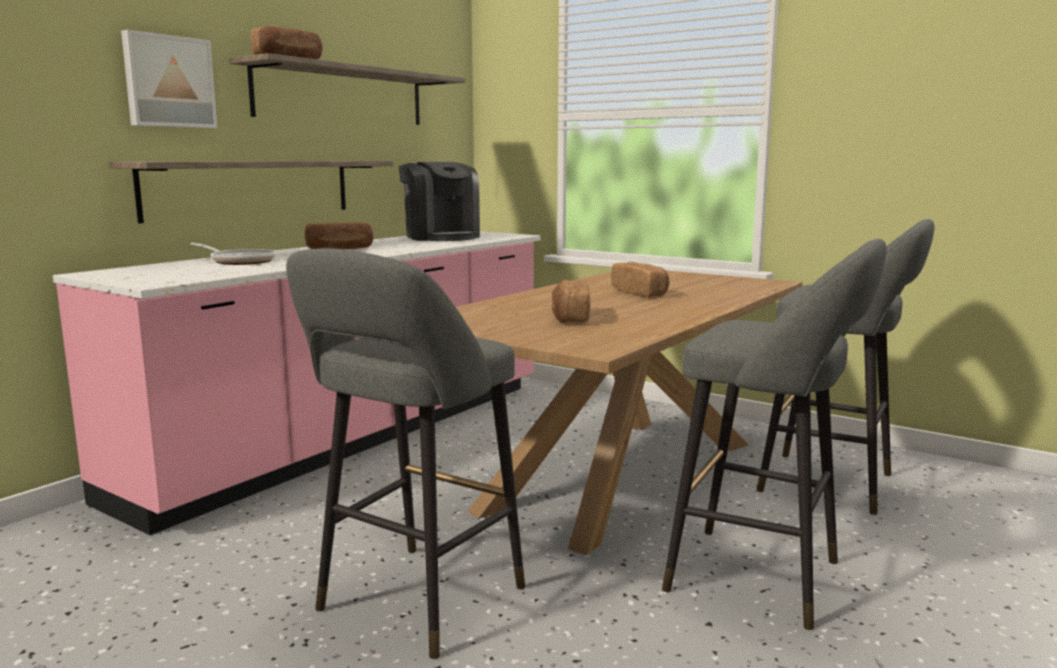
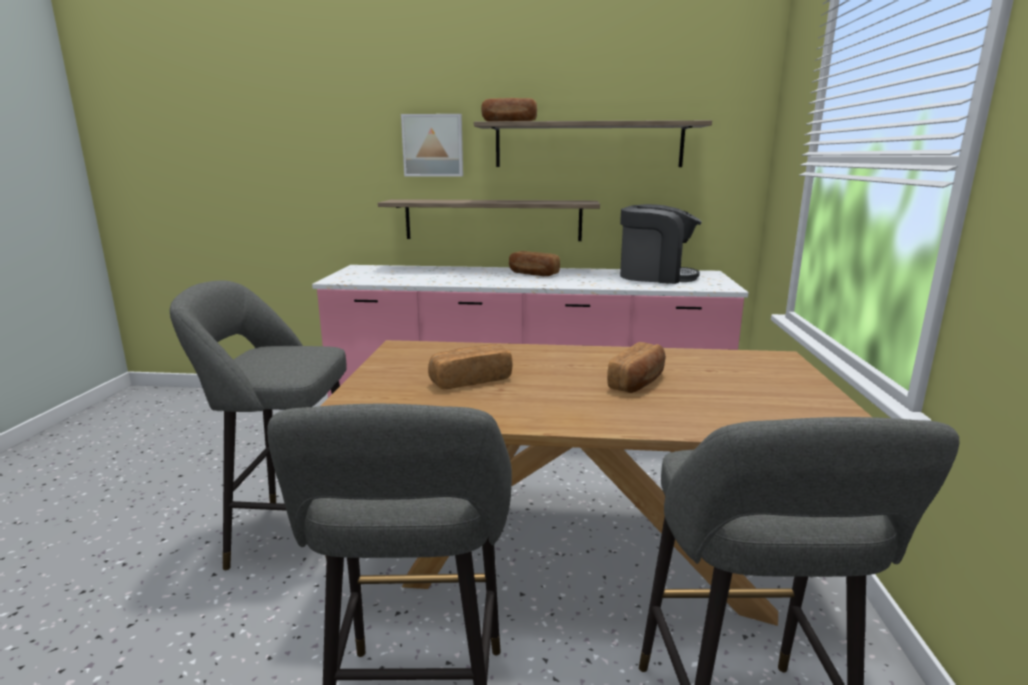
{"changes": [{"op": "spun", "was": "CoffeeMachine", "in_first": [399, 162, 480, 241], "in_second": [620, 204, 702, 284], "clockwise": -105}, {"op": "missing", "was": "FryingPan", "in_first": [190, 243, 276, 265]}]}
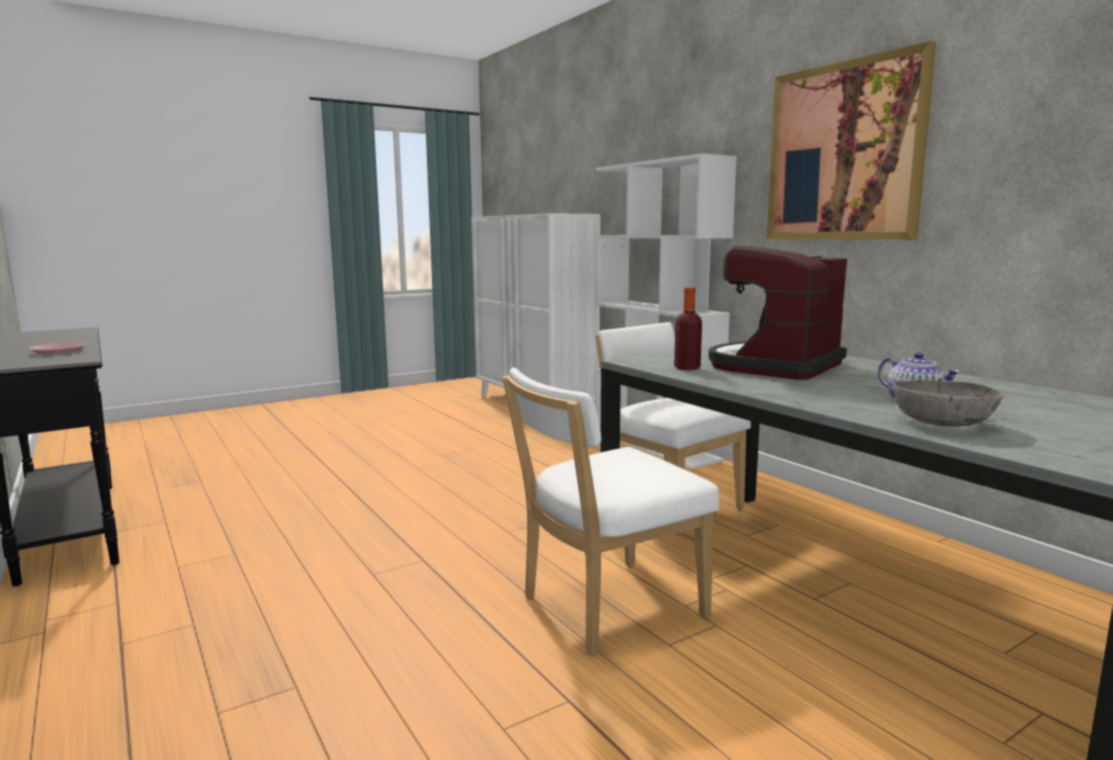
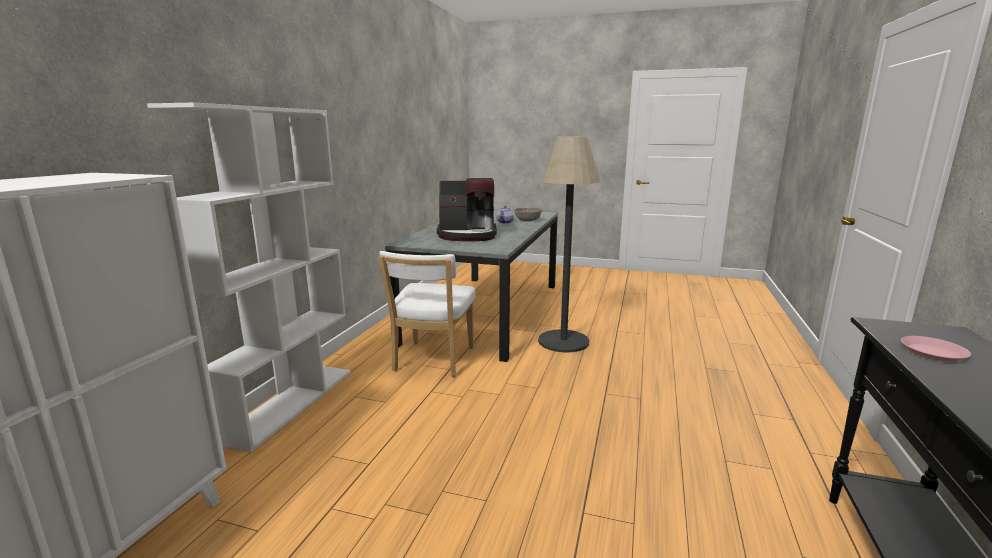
{"changes": [{"op": "missing", "was": "Picture", "in_first": [767, 41, 936, 240]}, {"op": "missing", "was": "Bottle", "in_first": [674, 287, 702, 370]}, {"op": "exchanged", "was": "WhiteChair", "now": "FloorLamp", "in_first": [502, 368, 720, 657], "in_second": [538, 136, 600, 353]}]}
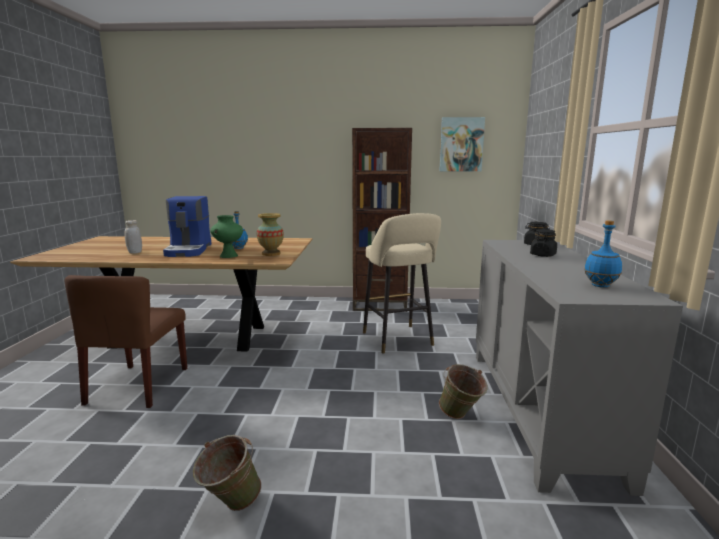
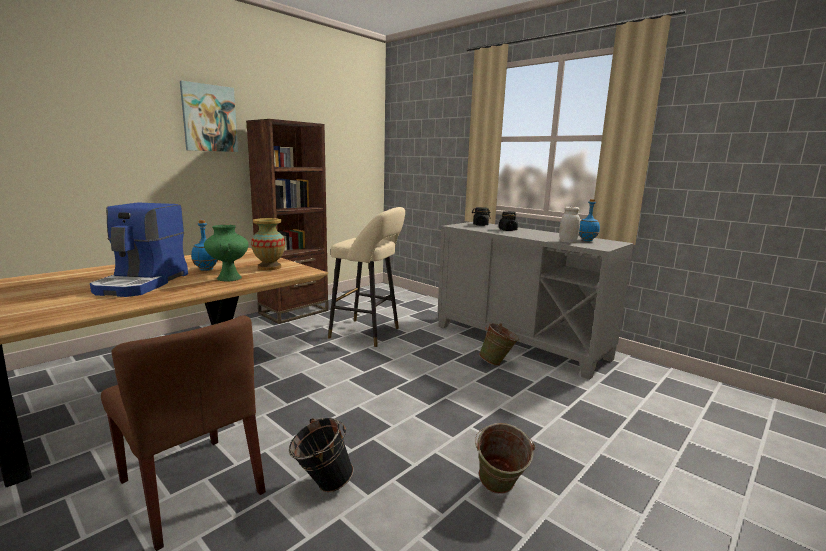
{"changes": [{"op": "relocated", "was": "Picture", "in_first": [439, 117, 485, 171], "in_second": [180, 81, 238, 152]}, {"op": "spun", "was": "CoffeeMachine", "in_first": [163, 196, 211, 257], "in_second": [90, 202, 188, 297], "clockwise": 60}, {"op": "relocated", "was": "WhiteJar", "in_first": [125, 220, 142, 254], "in_second": [559, 207, 580, 243]}, {"op": "appeared", "now": "BlackBucket", "in_second": [289, 418, 354, 492]}]}
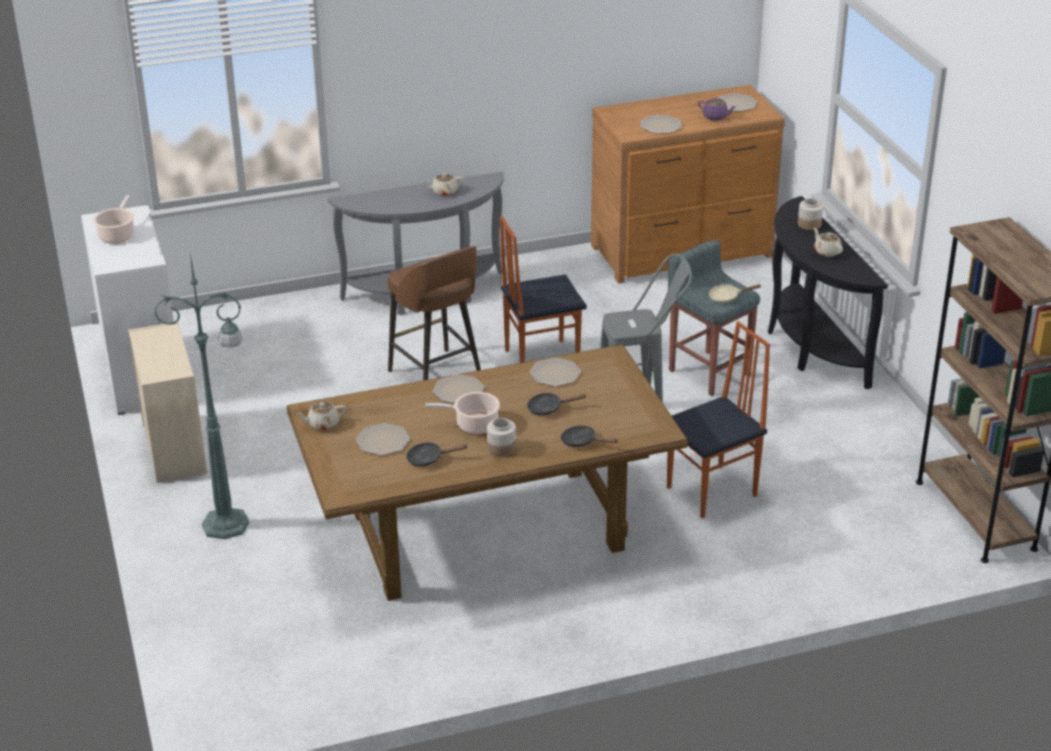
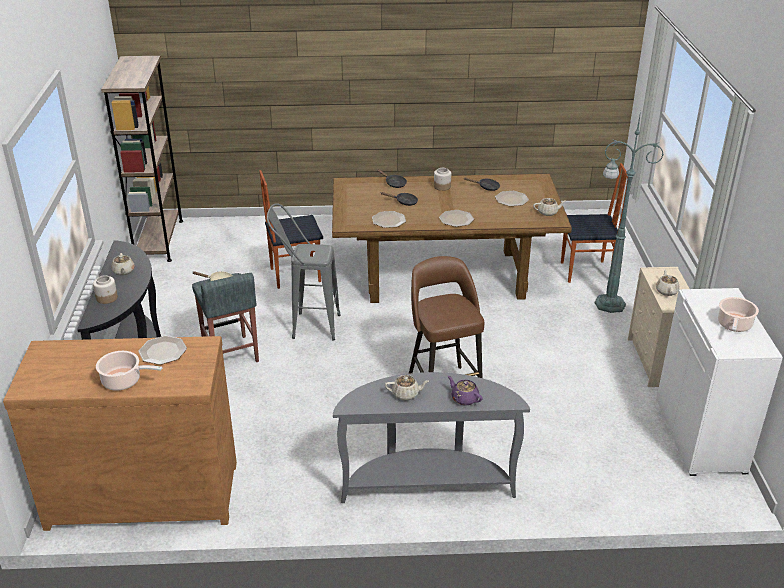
{"changes": [{"op": "missing", "was": "Plate", "in_first": [718, 93, 758, 112]}, {"op": "relocated", "was": "PurpleTeapot", "in_first": [698, 98, 736, 121], "in_second": [448, 375, 483, 405]}, {"op": "relocated", "was": "Chair", "in_first": [500, 216, 587, 363], "in_second": [561, 163, 628, 283]}, {"op": "relocated", "was": "CookingPot", "in_first": [426, 392, 500, 434], "in_second": [96, 351, 162, 391]}, {"op": "appeared", "now": "BeigeTeapot", "in_second": [656, 269, 680, 296]}]}
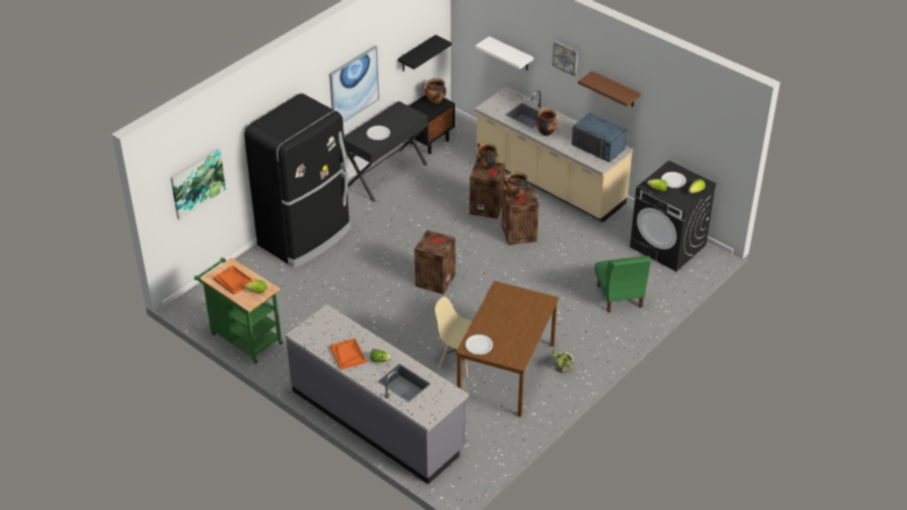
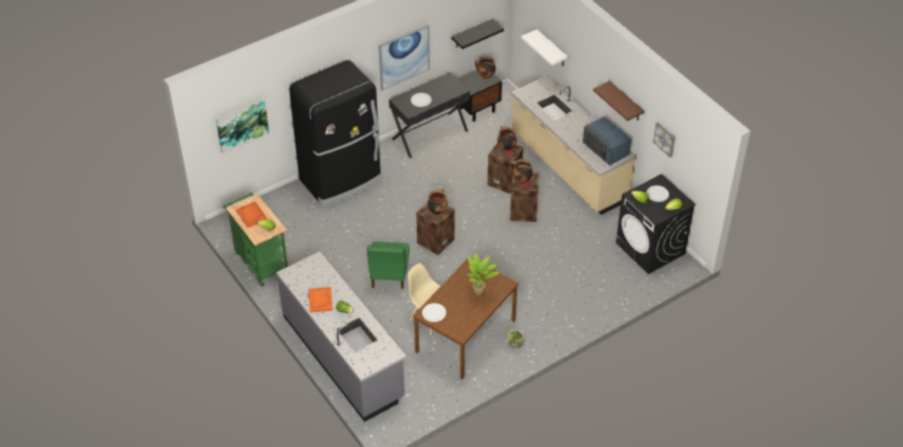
{"changes": [{"op": "relocated", "was": "Picture", "in_first": [552, 41, 578, 76], "in_second": [653, 122, 676, 157]}, {"op": "relocated", "was": "CookingPot", "in_first": [536, 107, 558, 136], "in_second": [427, 188, 448, 215]}, {"op": "relocated", "was": "GreenChair", "in_first": [595, 256, 651, 313], "in_second": [367, 242, 410, 289]}, {"op": "appeared", "now": "PottedPlant", "in_second": [467, 253, 500, 296]}]}
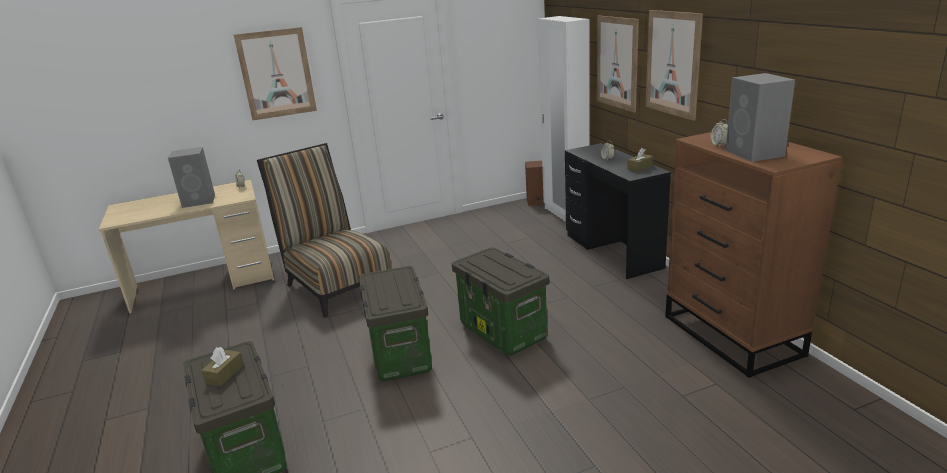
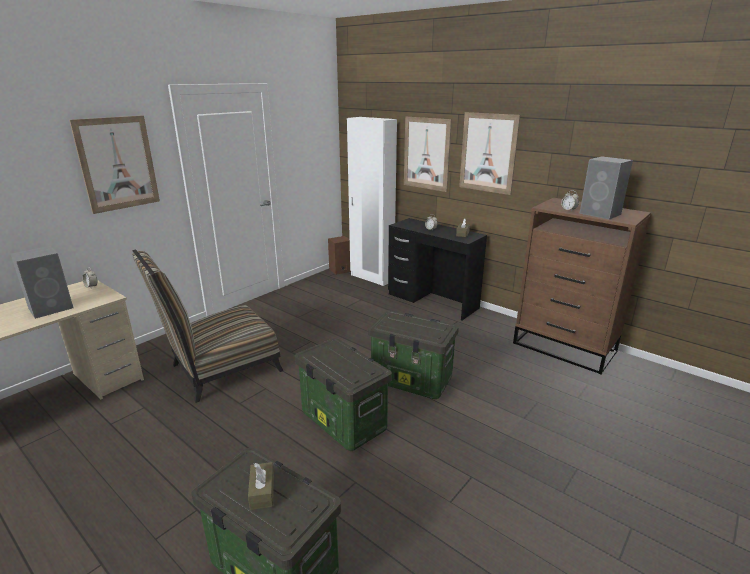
{"changes": [{"op": "spun", "was": "Chair", "in_first": [257, 143, 392, 318], "in_second": [132, 249, 284, 403], "clockwise": -60}]}
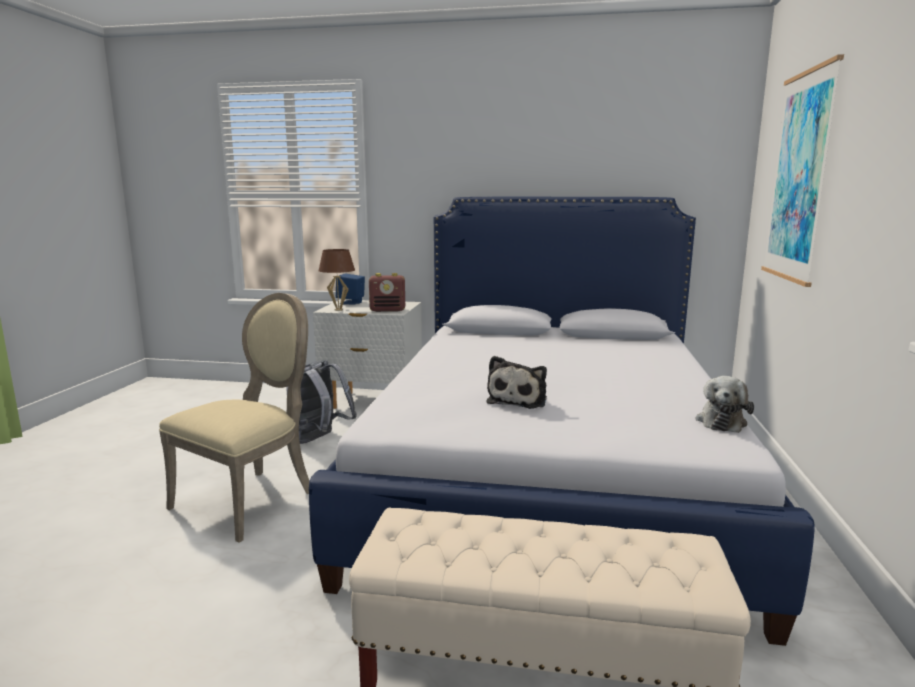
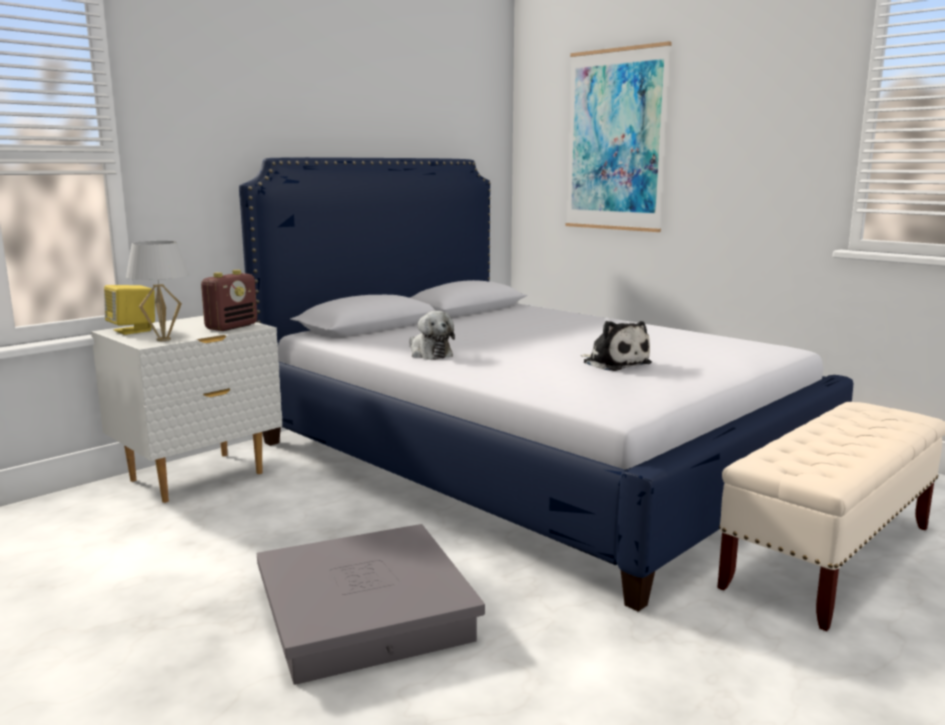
{"changes": [{"op": "colour", "was": "BrownTableLamp", "now": "WhiteTableLamp", "in_first": [319, 249, 355, 311], "in_second": [126, 241, 189, 341]}, {"op": "colour", "was": "BlueSpeaker", "now": "YellowSpeaker", "in_first": [336, 274, 365, 305], "in_second": [104, 285, 155, 335]}, {"op": "exchanged", "was": "BeigeChair", "now": "GreyStorageBox", "in_first": [159, 293, 309, 543], "in_second": [257, 524, 485, 685]}, {"op": "missing", "was": "GreyBackpack", "in_first": [286, 360, 357, 444]}, {"op": "relocated", "was": "PlushToy", "in_first": [696, 376, 754, 433], "in_second": [409, 311, 455, 360]}]}
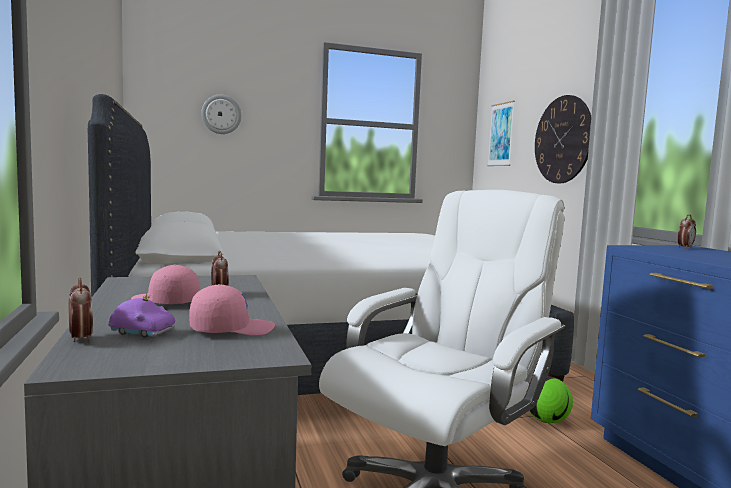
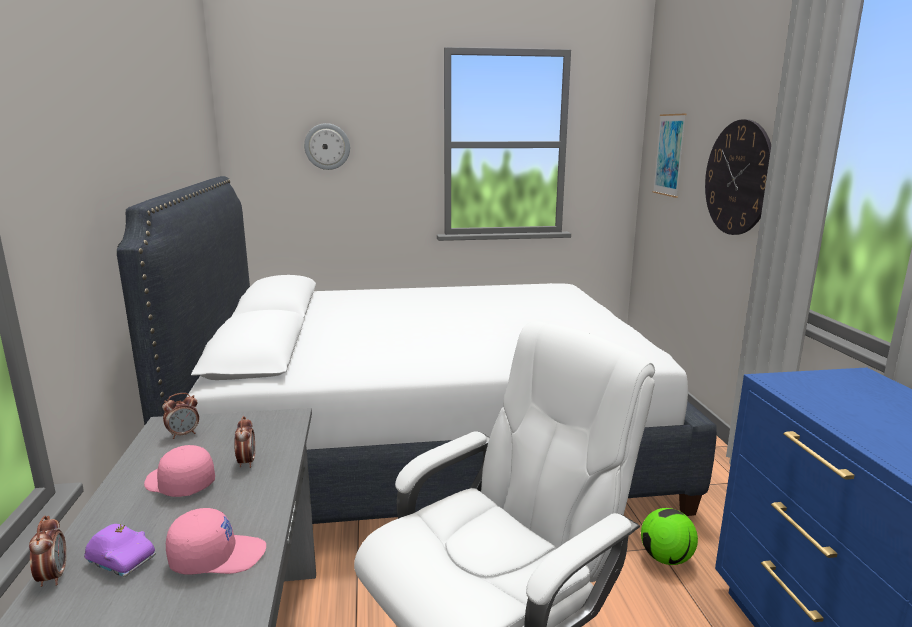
{"changes": [{"op": "relocated", "was": "AlarmClock", "in_first": [678, 214, 696, 249], "in_second": [163, 393, 199, 439]}]}
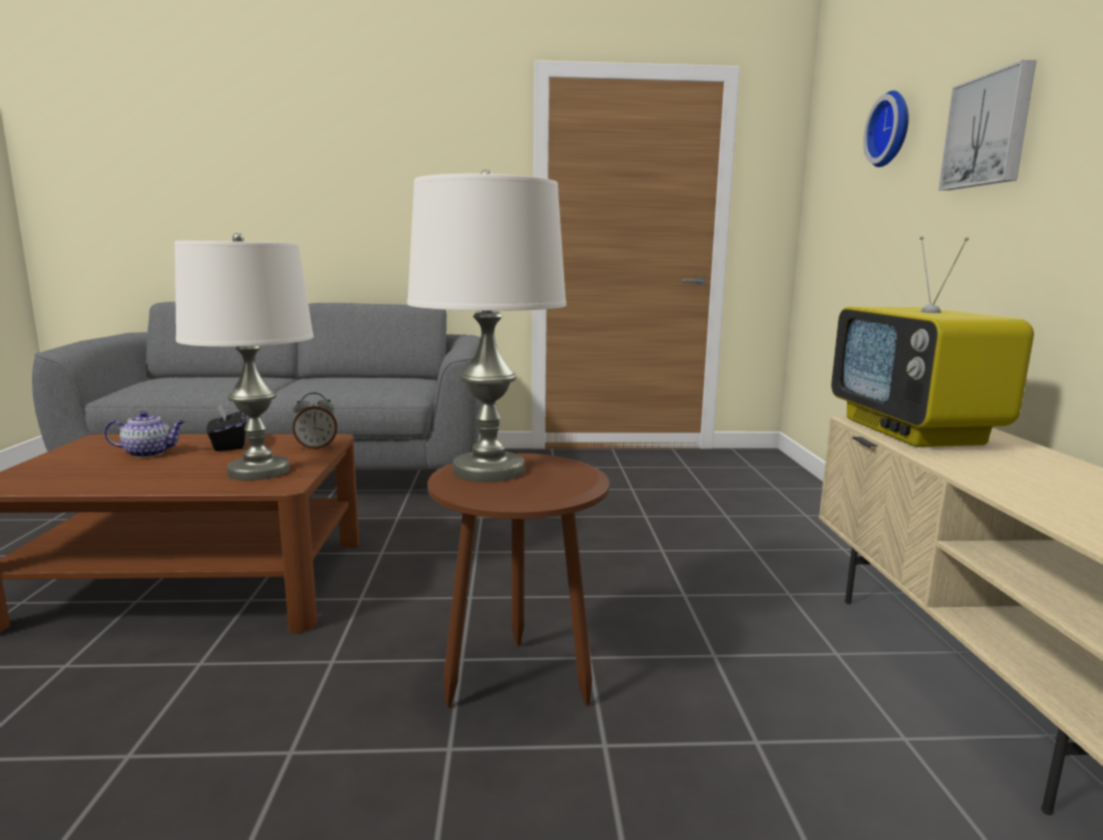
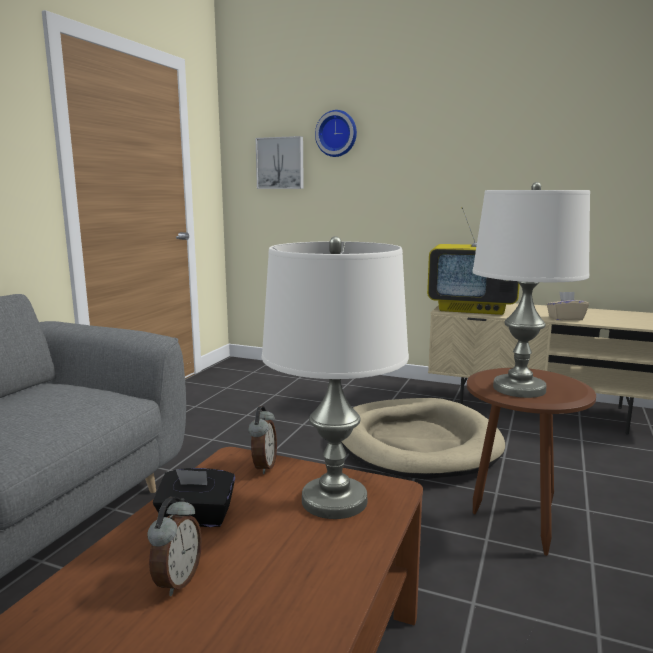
{"changes": [{"op": "relocated", "was": "Picture", "in_first": [938, 60, 1037, 190], "in_second": [256, 136, 304, 189]}, {"op": "exchanged", "was": "Teapot", "now": "AlarmClock", "in_first": [104, 411, 185, 458], "in_second": [147, 497, 202, 596]}, {"op": "appeared", "now": "BeigeTissueBox", "in_second": [546, 292, 589, 321]}, {"op": "appeared", "now": "BeigeDogBed", "in_second": [341, 398, 505, 479]}]}
